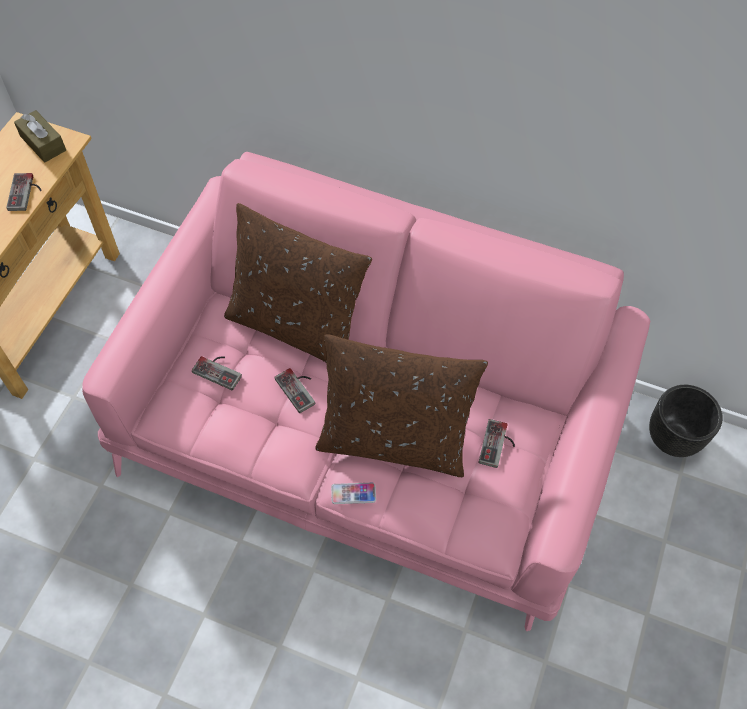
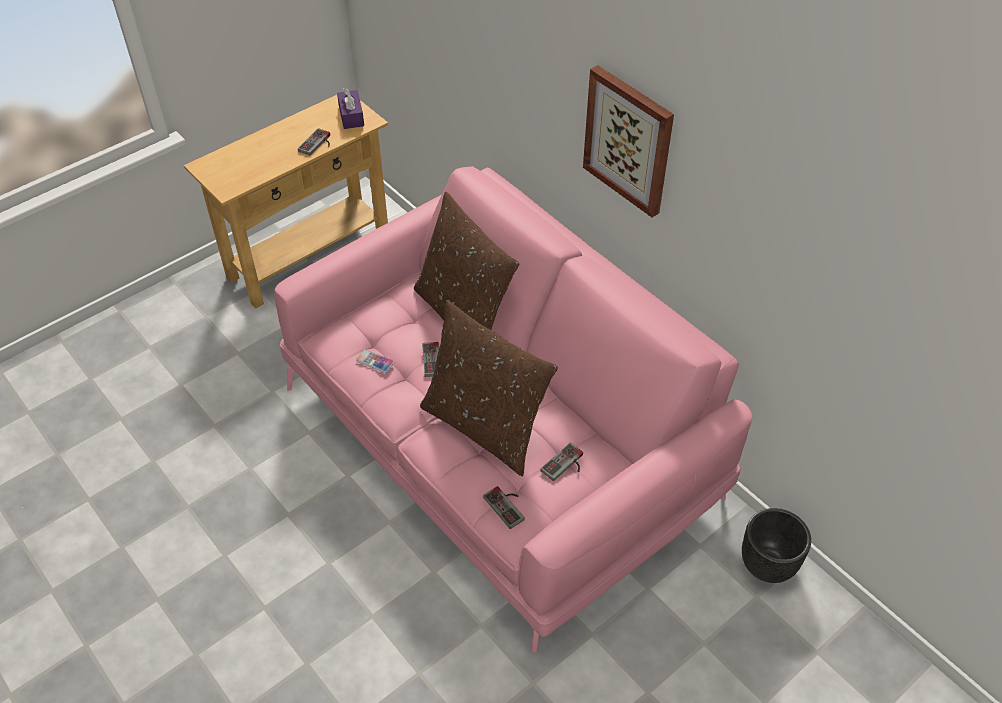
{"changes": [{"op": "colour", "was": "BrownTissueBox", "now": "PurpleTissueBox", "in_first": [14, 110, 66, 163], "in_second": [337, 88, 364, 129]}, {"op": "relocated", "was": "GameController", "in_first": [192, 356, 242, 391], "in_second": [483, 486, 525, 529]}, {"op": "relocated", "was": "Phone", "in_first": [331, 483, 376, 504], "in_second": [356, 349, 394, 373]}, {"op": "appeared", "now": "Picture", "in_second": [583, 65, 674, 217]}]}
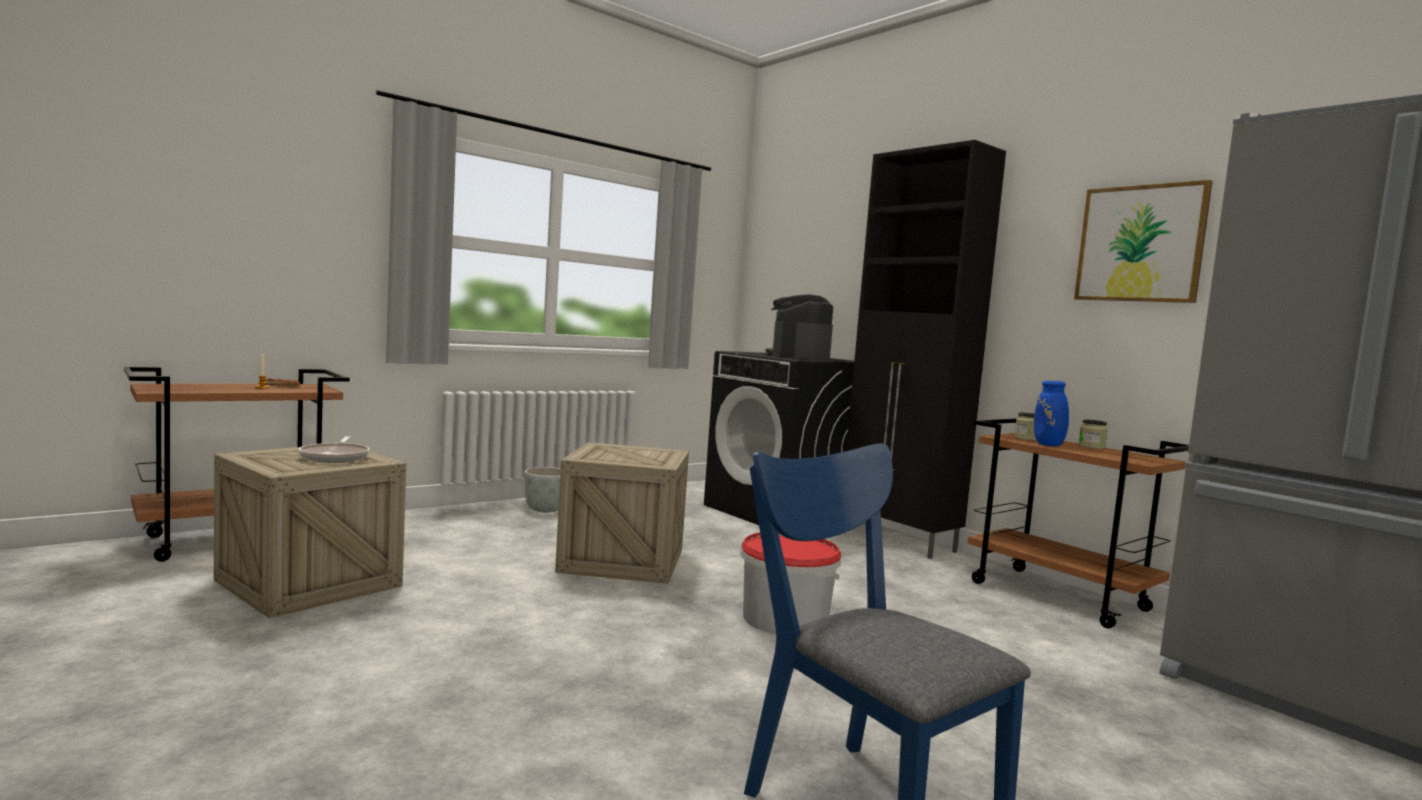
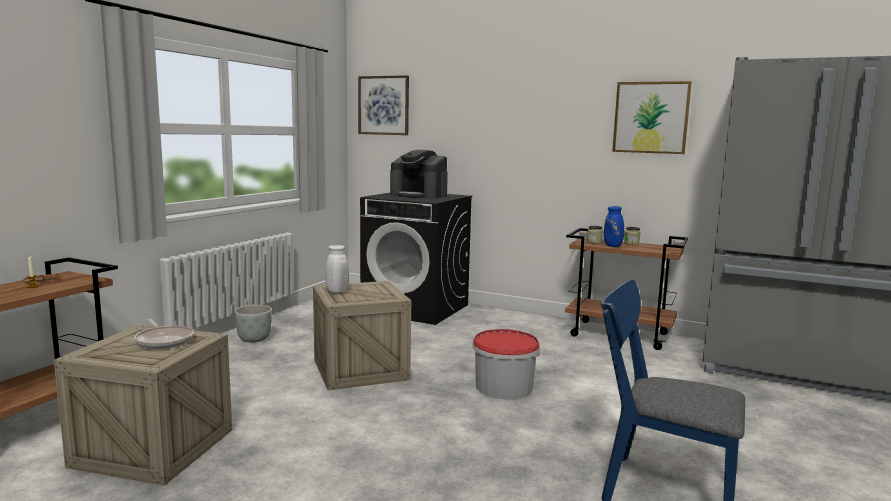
{"changes": [{"op": "missing", "was": "BlackCabinet", "in_first": [846, 140, 1006, 559]}, {"op": "spun", "was": "CoffeeMachine", "in_first": [765, 294, 833, 360], "in_second": [390, 150, 448, 199], "clockwise": -45}, {"op": "appeared", "now": "Picture", "in_second": [358, 75, 409, 135]}, {"op": "appeared", "now": "WhiteVase", "in_second": [325, 245, 349, 293]}]}
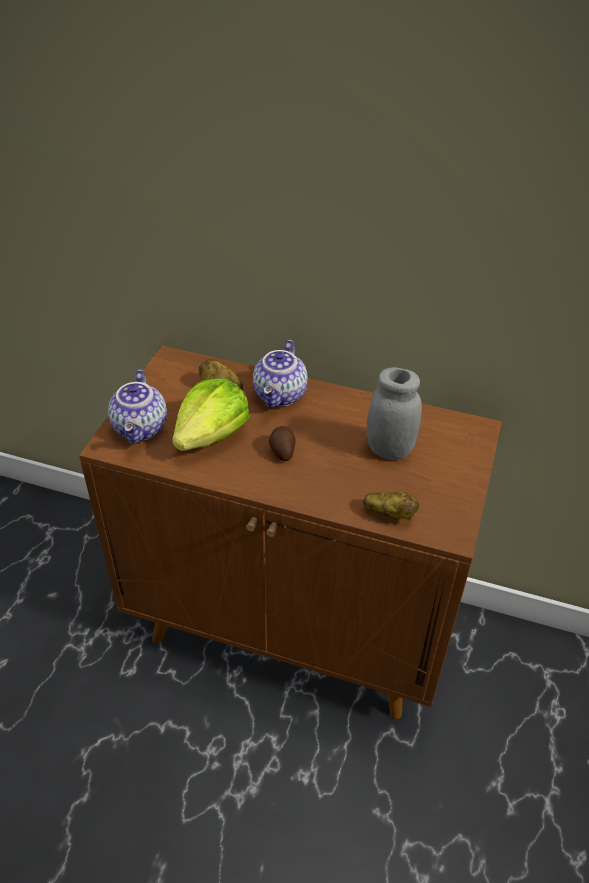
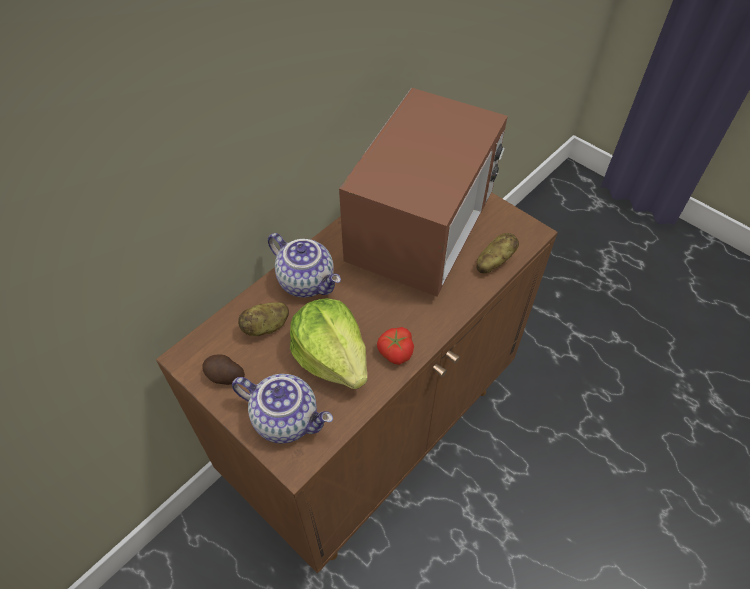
{"changes": [{"op": "exchanged", "was": "GreyJar", "now": "Microwave", "in_first": [367, 367, 422, 460], "in_second": [339, 88, 508, 297]}, {"op": "relocated", "was": "Potato", "in_first": [269, 426, 296, 461], "in_second": [202, 355, 245, 385]}, {"op": "appeared", "now": "Tomato", "in_second": [377, 327, 414, 365]}]}
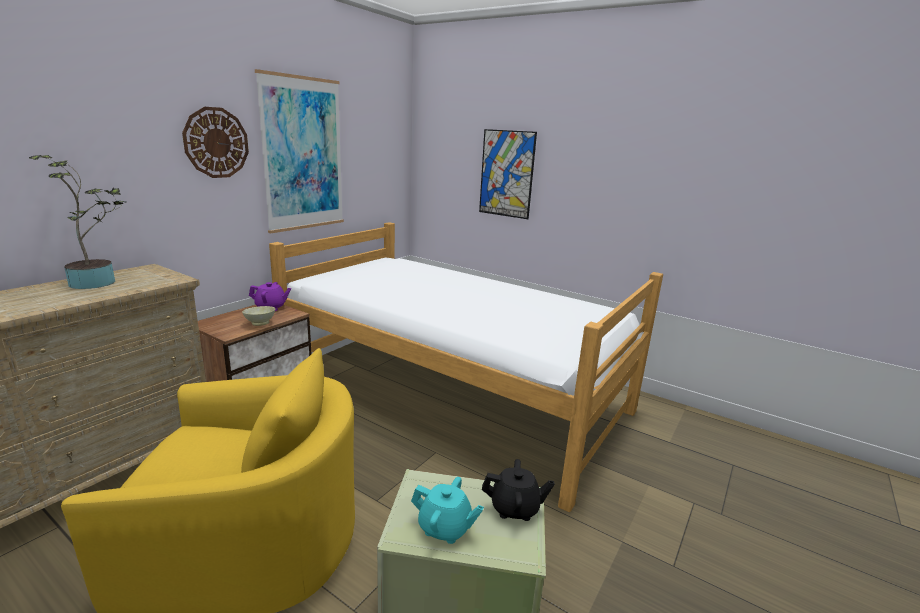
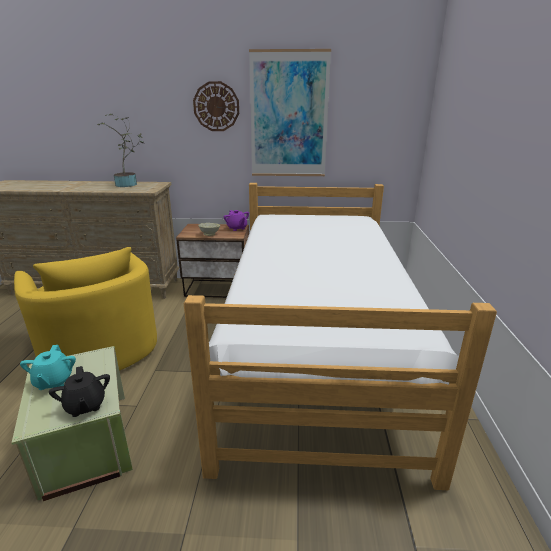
{"changes": [{"op": "missing", "was": "Picture", "in_first": [479, 129, 537, 219]}]}
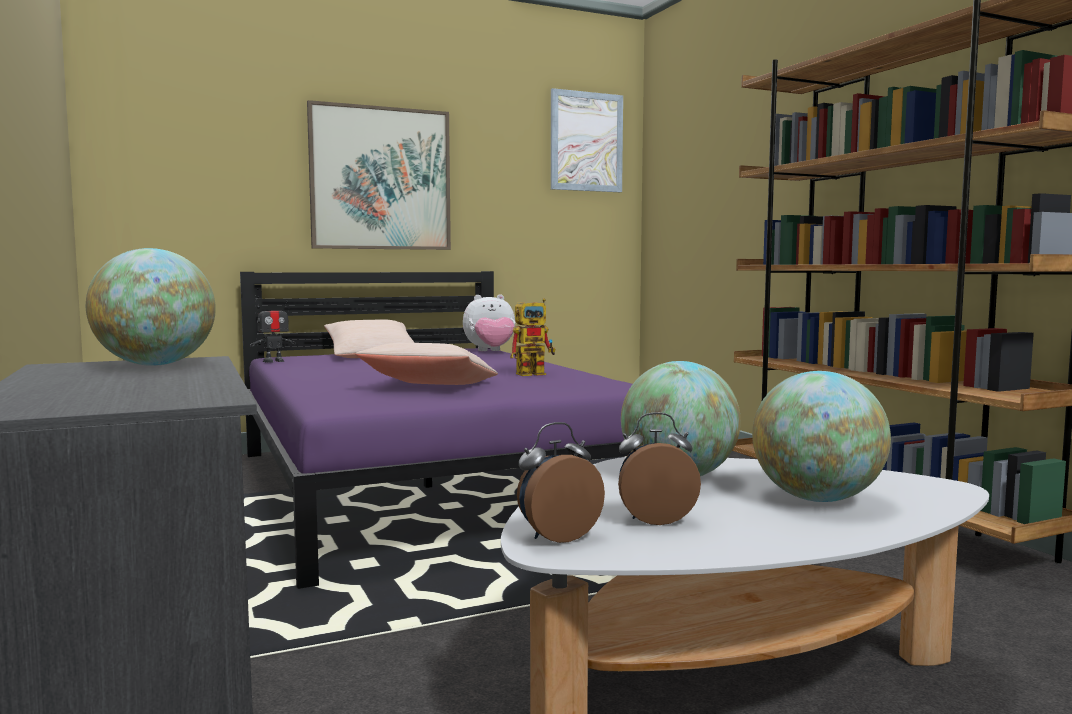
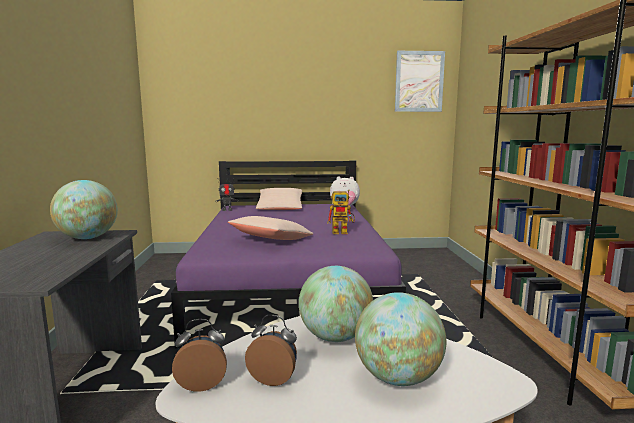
{"changes": [{"op": "missing", "was": "Picture", "in_first": [307, 100, 451, 250]}]}
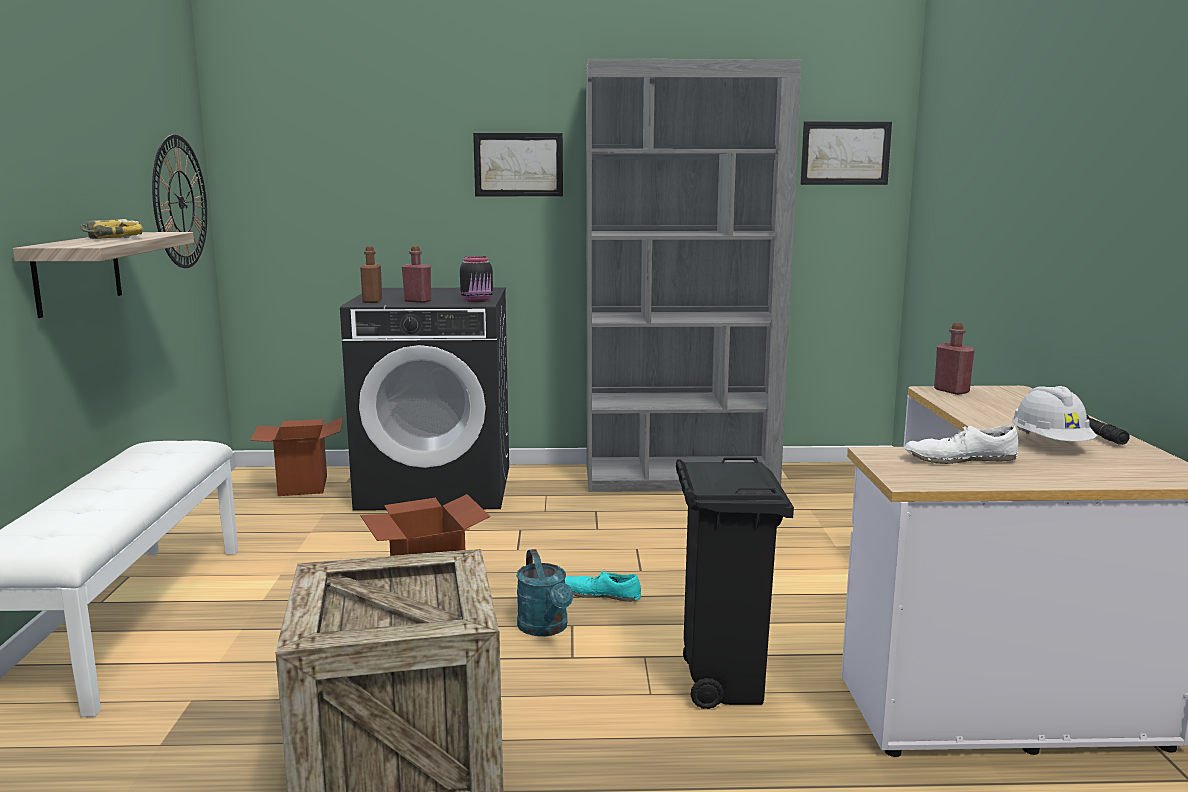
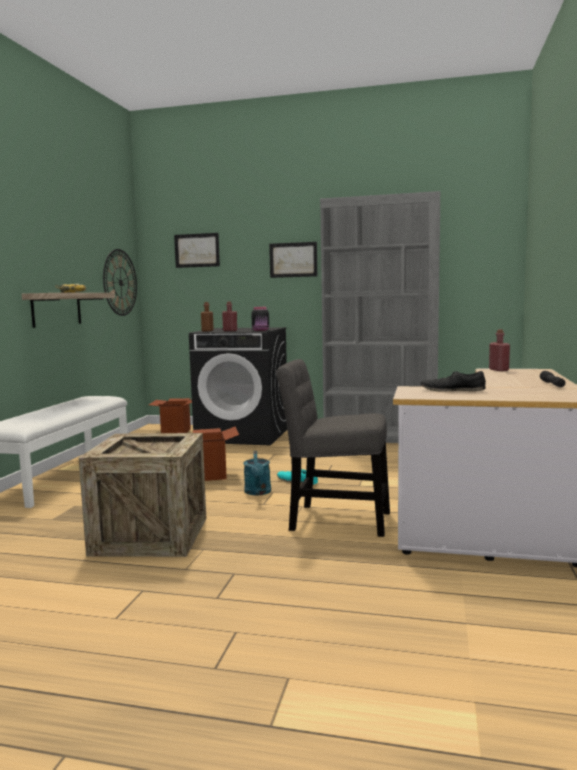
{"changes": [{"op": "relocated", "was": "Picture", "in_first": [800, 122, 892, 185], "in_second": [174, 233, 220, 268]}, {"op": "missing", "was": "WhiteHardHat", "in_first": [1012, 386, 1097, 442]}, {"op": "colour", "was": "WhiteShoe", "now": "BlackShoe", "in_first": [904, 425, 1018, 464], "in_second": [420, 371, 486, 392]}, {"op": "exchanged", "was": "BlackTrashCan", "now": "GreyChair", "in_first": [676, 458, 794, 709], "in_second": [276, 359, 390, 537]}]}
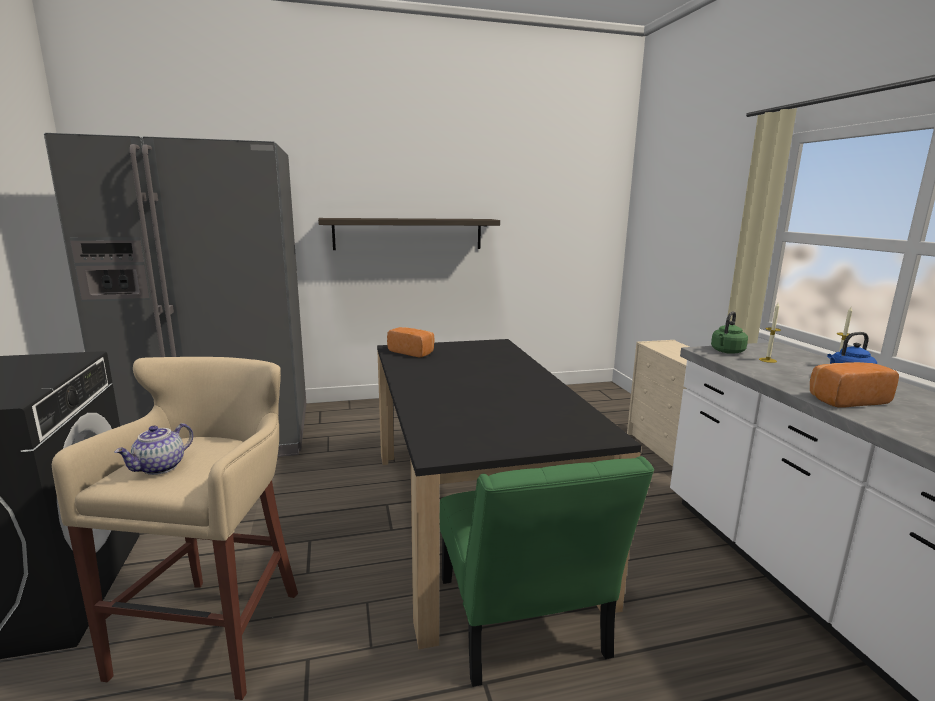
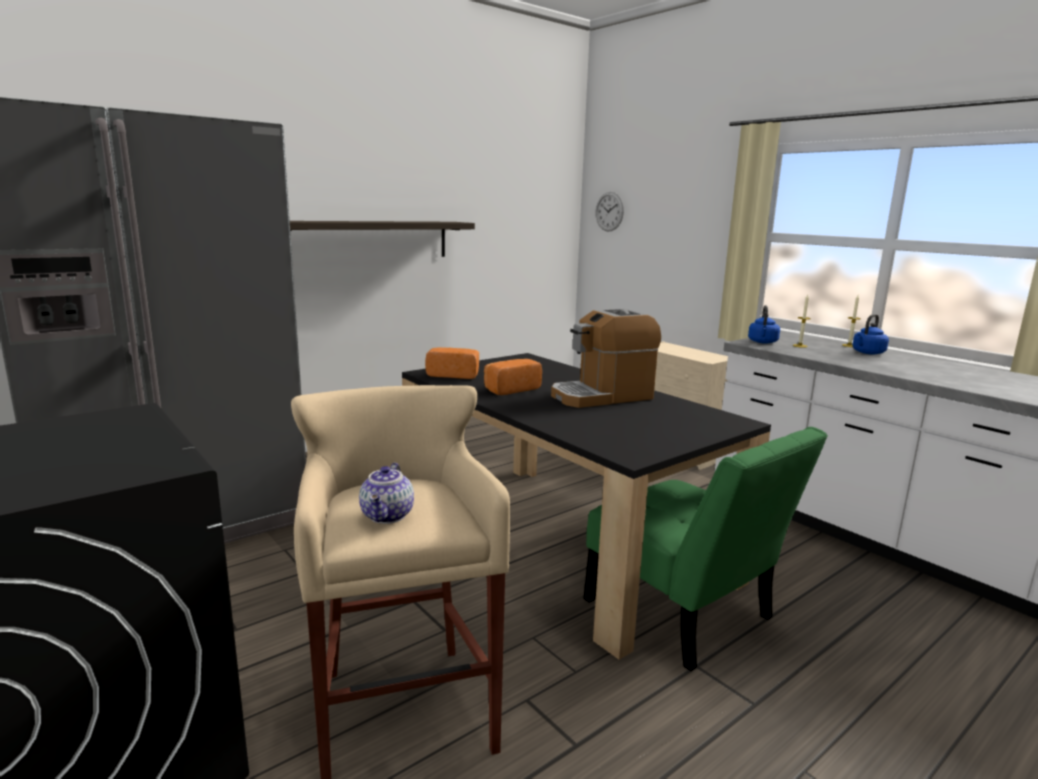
{"changes": [{"op": "colour", "was": "GreenKettle", "now": "BlueKettle", "in_first": [711, 311, 748, 354], "in_second": [748, 305, 780, 344]}, {"op": "relocated", "was": "Bread", "in_first": [810, 362, 899, 408], "in_second": [484, 359, 542, 395]}, {"op": "appeared", "now": "WallClock", "in_second": [595, 192, 624, 232]}, {"op": "appeared", "now": "CoffeeMachine", "in_second": [551, 309, 661, 408]}]}
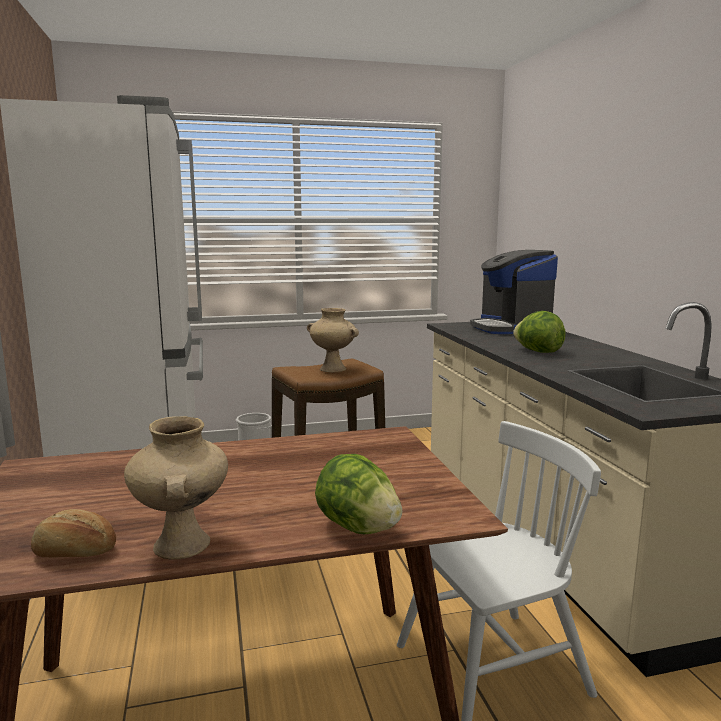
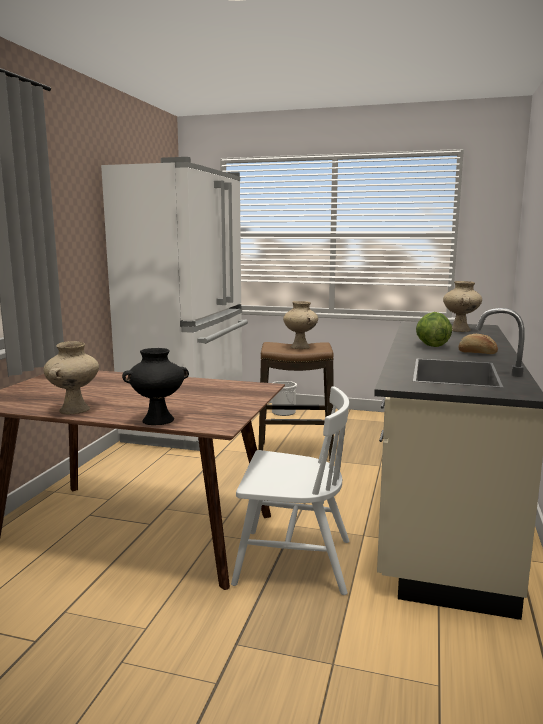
{"changes": [{"op": "exchanged", "was": "CoffeeMachine", "now": "BeigeVase", "in_first": [470, 250, 558, 335], "in_second": [443, 281, 482, 332]}, {"op": "exchanged", "was": "Lettuce", "now": "BlackVase", "in_first": [315, 454, 402, 534], "in_second": [122, 348, 189, 425]}, {"op": "relocated", "was": "Bread", "in_first": [31, 509, 116, 557], "in_second": [458, 334, 498, 354]}]}
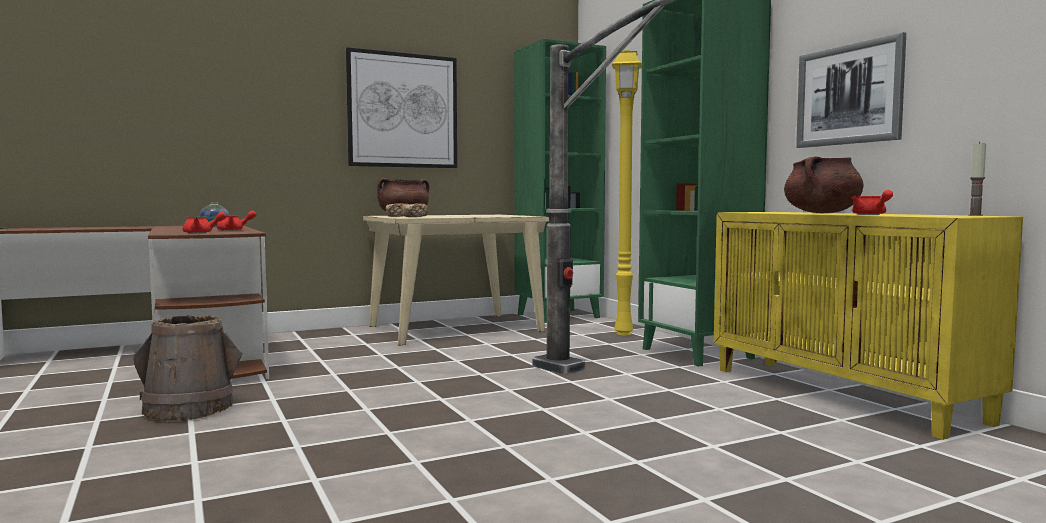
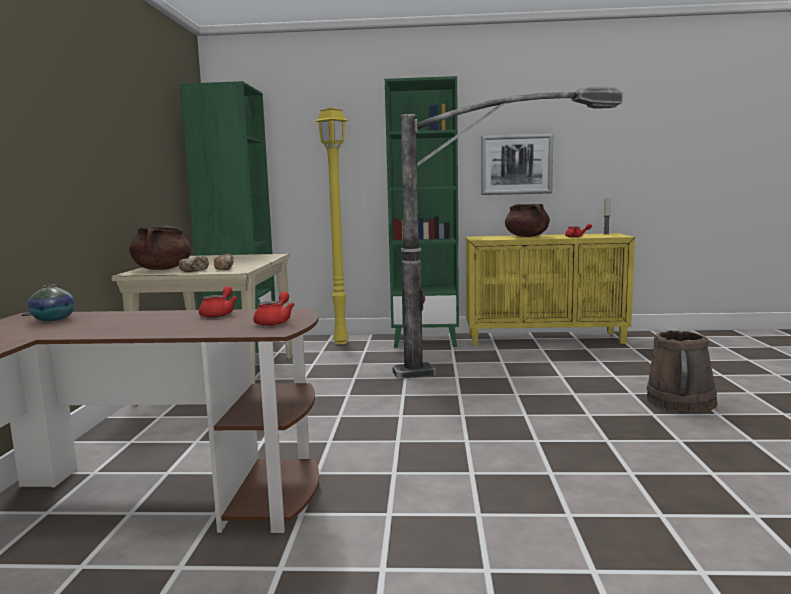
{"changes": [{"op": "missing", "was": "Picture", "in_first": [346, 47, 457, 168]}, {"op": "relocated", "was": "BrownBucket", "in_first": [133, 315, 242, 421], "in_second": [647, 330, 718, 413]}]}
